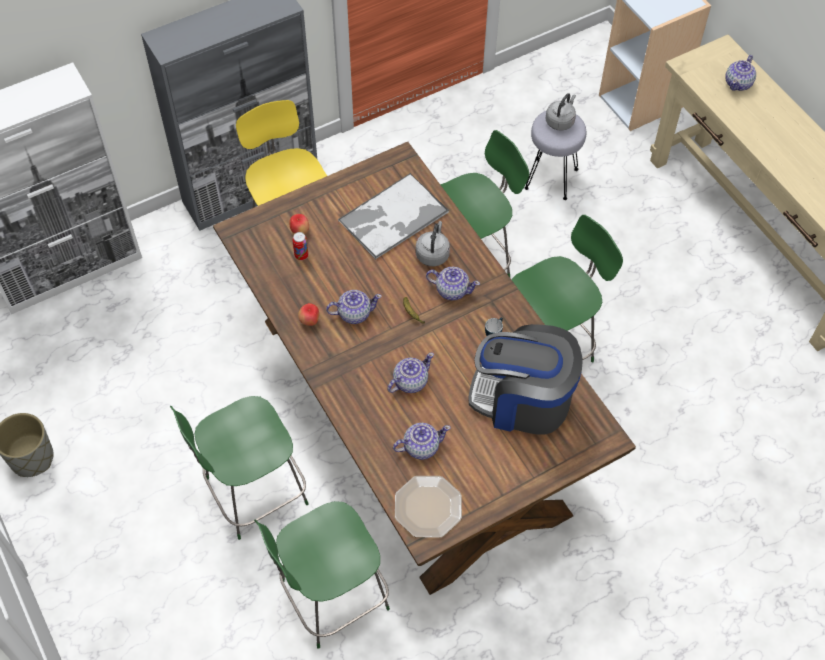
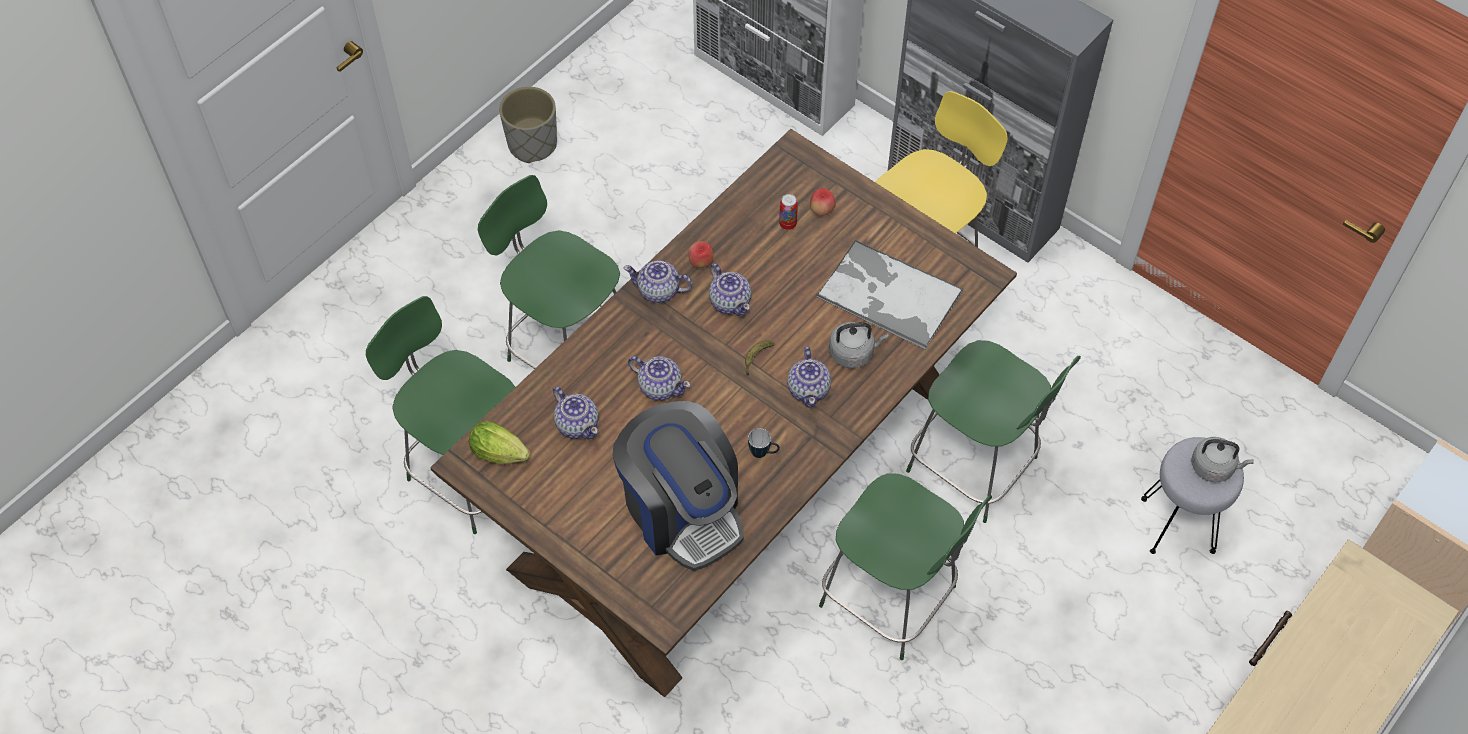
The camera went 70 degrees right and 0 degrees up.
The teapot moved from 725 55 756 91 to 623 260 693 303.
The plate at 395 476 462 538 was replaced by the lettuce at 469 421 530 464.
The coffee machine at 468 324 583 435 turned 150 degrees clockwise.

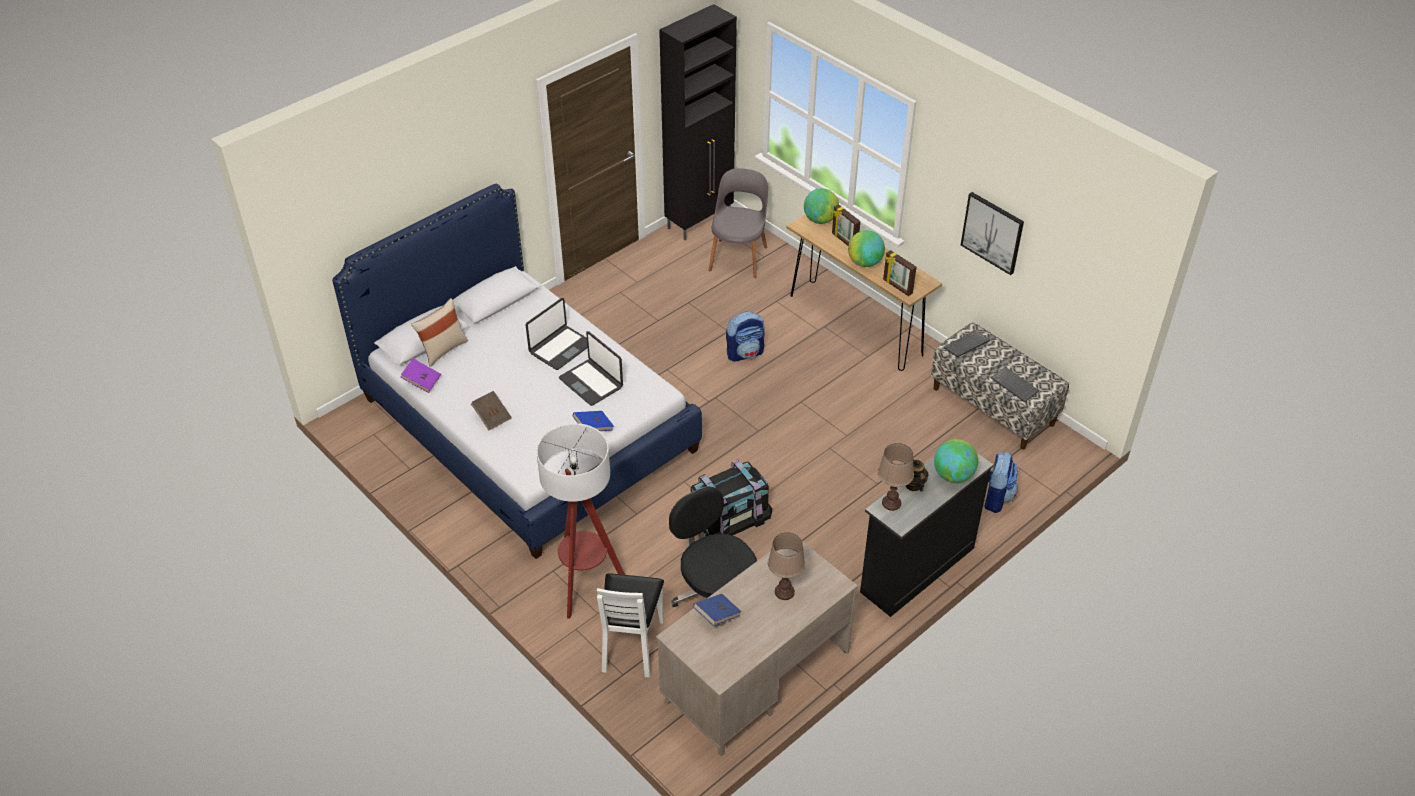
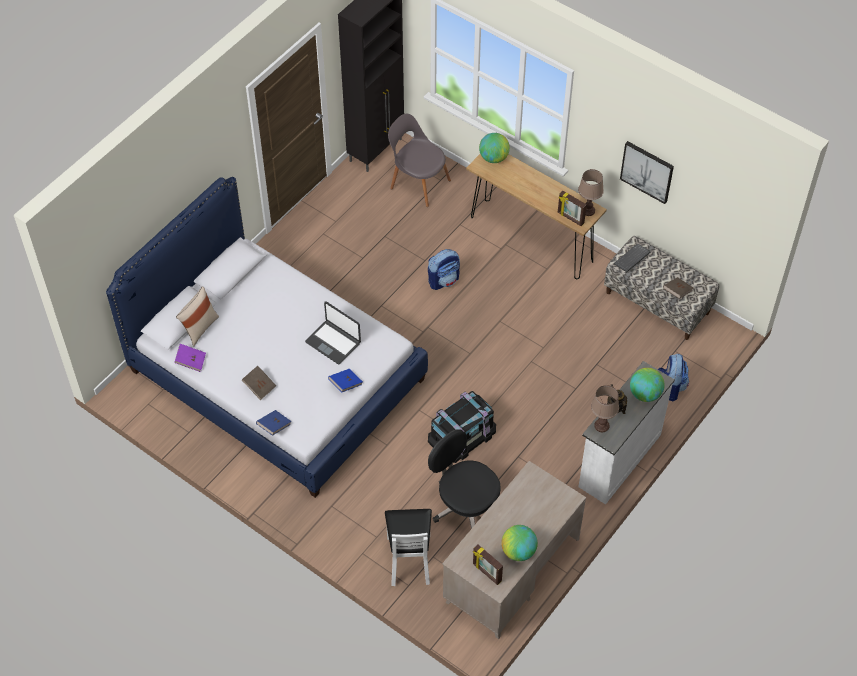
The camera went 10 degrees left and 10 degrees up.
The laptop at 526 298 588 370 disappeared.
The floor lamp at 536 423 625 619 disappeared.
The blue book moved from 693 594 742 626 to 256 410 292 436.
The brown table lamp moved from 768 532 805 600 to 578 169 604 216.
The picture frame moved from 832 205 860 246 to 473 544 503 585.
The globe moved from 848 230 885 267 to 501 525 538 561.
The keyboard at 991 367 1039 402 was replaced by the brown book at 663 277 693 299.
The black dresser at 860 453 994 617 became the white dresser at 578 361 675 504.
The grey chair at 709 168 768 278 turned 60 degrees counterclockwise.

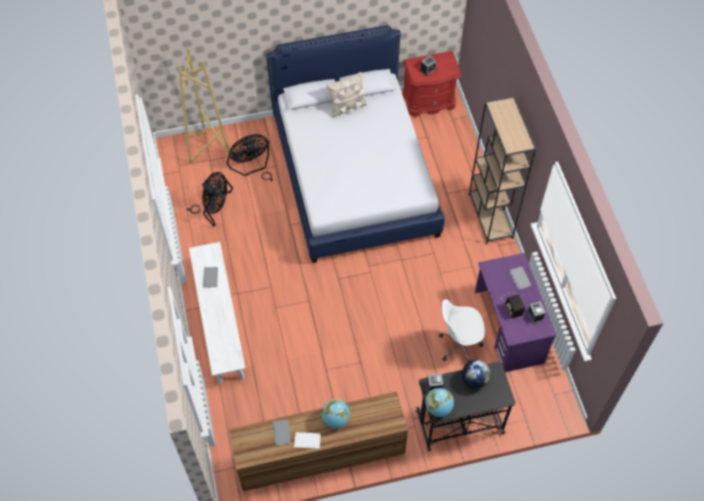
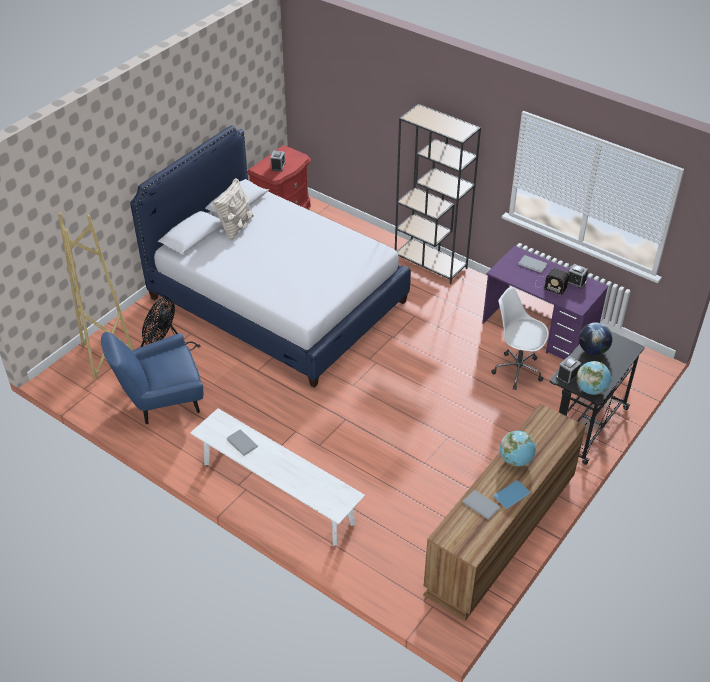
The camera went 40 degrees left and 15 degrees down.
The black fan at 186 172 233 227 was replaced by the blue armchair at 101 332 203 424.
The white book at 294 432 321 449 became the blue book at 493 480 530 509.
The white office chair at 439 299 485 362 turned 75 degrees clockwise.

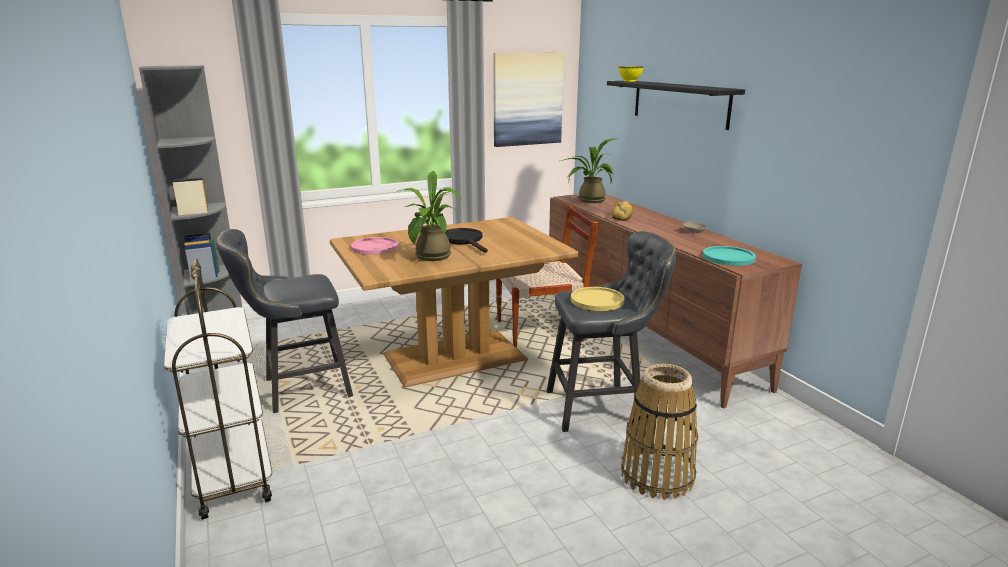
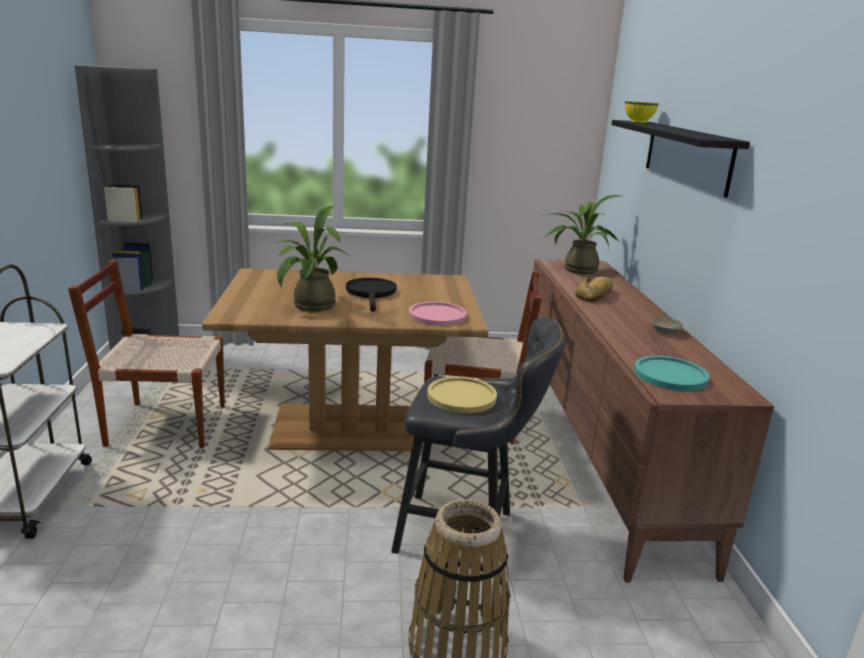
The camera went 20 degrees right and 0 degrees up.
The picture at 493 53 564 147 disappeared.
The pink plate moved from 351 237 399 255 to 409 302 467 326.
The grey stool at 216 229 353 413 was replaced by the chair at 68 260 225 448.

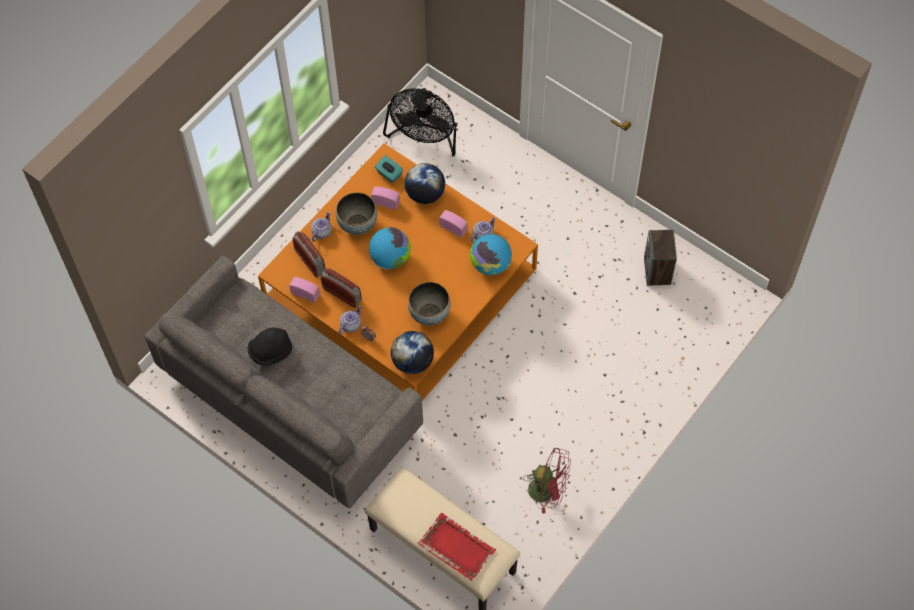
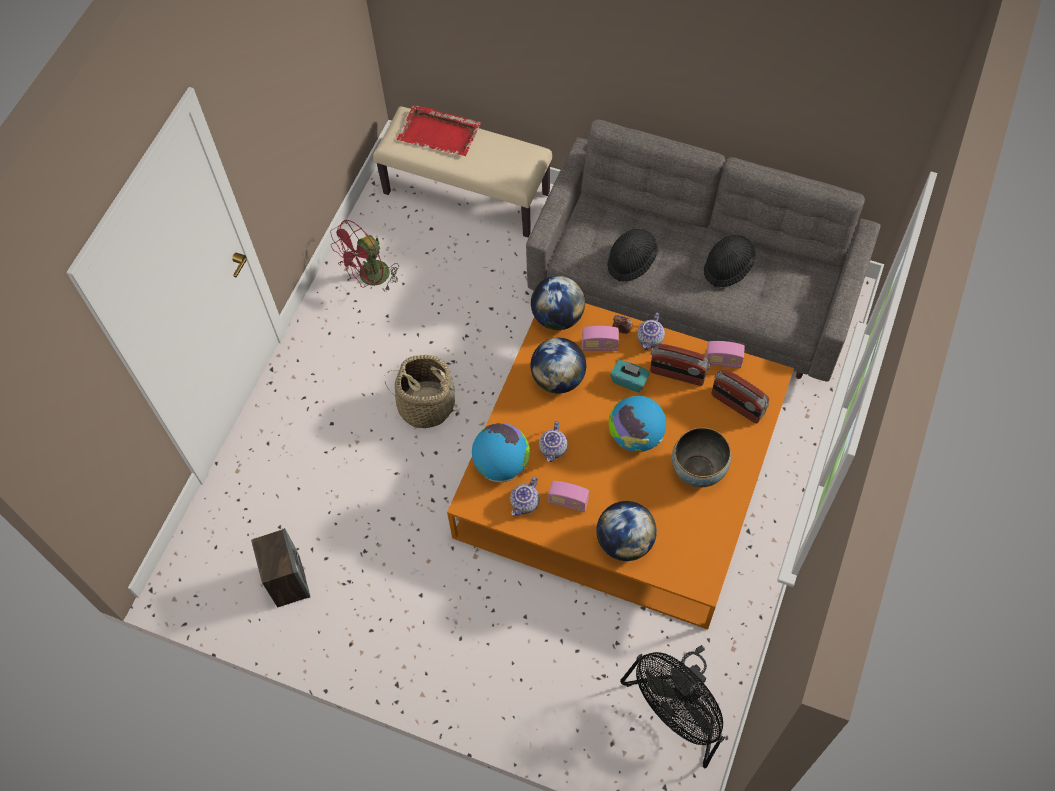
The camera went 165 degrees right and 0 degrees up.
The basket at 385 355 461 428 appeared.
The black hat at 607 229 658 282 appeared.
The teapot moved from 311 211 332 241 to 539 421 568 462.
The radio moved from 371 186 400 210 to 582 326 619 351.
The turquoise tissue box moved from 375 155 403 183 to 610 360 650 392.
The bowl at 408 282 451 326 was replaced by the globe at 530 338 586 394.
The black fan at 383 88 457 157 turned 135 degrees counterclockwise.
The red fan at 523 448 571 513 turned 45 degrees counterclockwise.

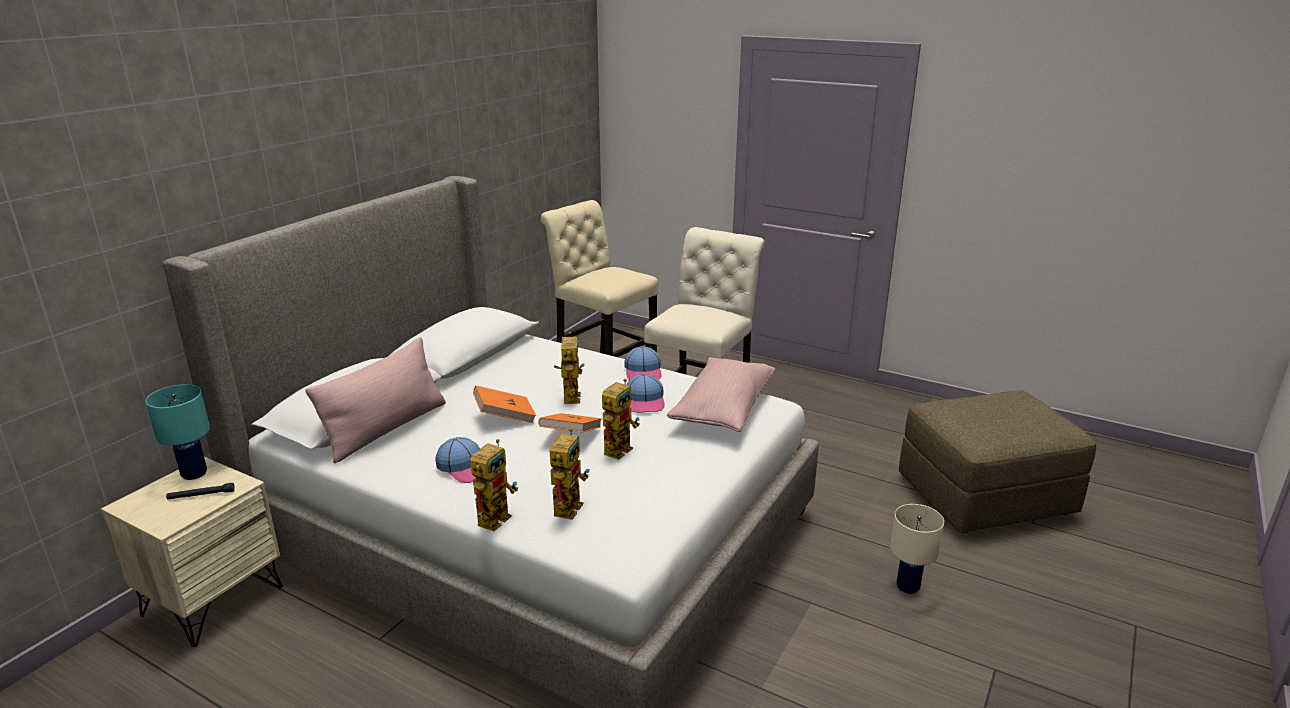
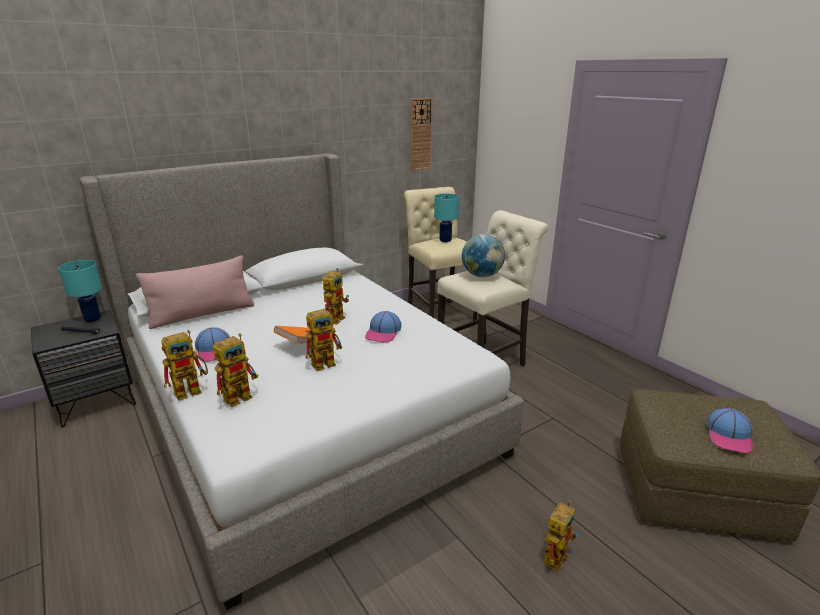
The camera went 25 degrees right and 0 degrees up.
The orange book at 473 386 536 423 disappeared.
The pink pillow at 667 357 775 432 disappeared.
The wall clock at 410 98 433 171 appeared.
The turquoise table lamp at 434 194 459 242 appeared.
The globe at 462 234 505 277 appeared.
The cap moved from 624 346 661 380 to 707 408 753 453.
The beige table lamp at 890 504 944 594 was replaced by the toy robot at 544 500 579 573.
The beige nightstand at 101 457 283 647 became the black nightstand at 31 310 136 428.

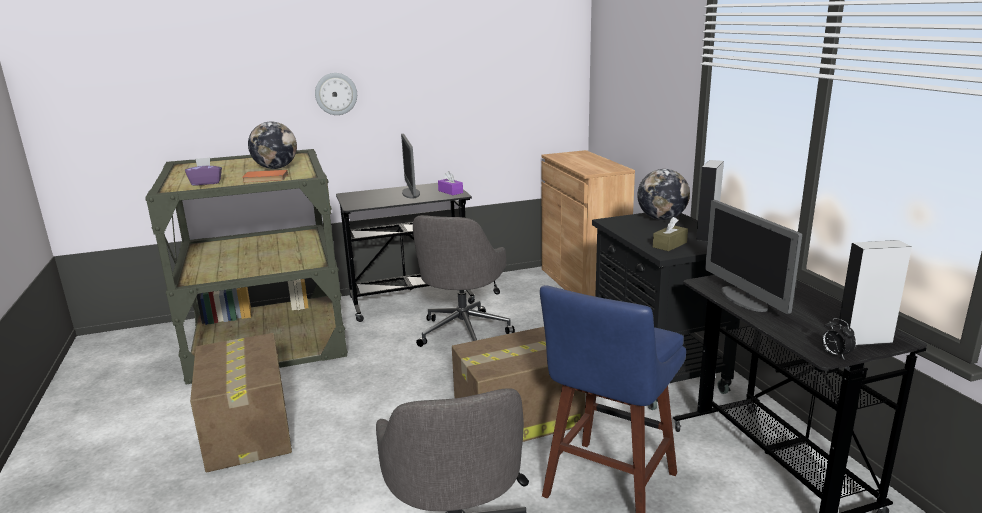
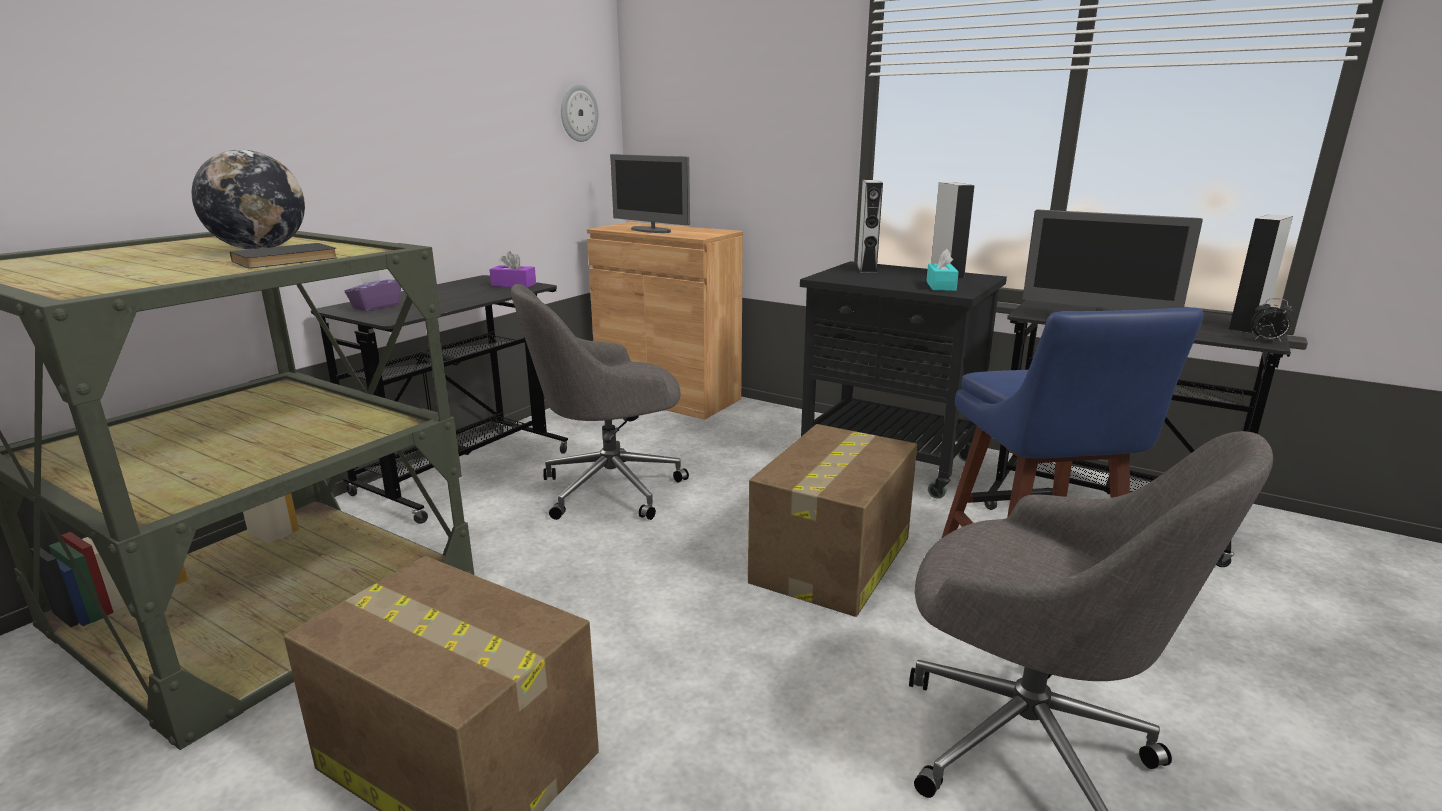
The camera went 40 degrees left and 0 degrees up.
The purple tissue box moved from 185 157 222 186 to 345 271 401 311.
The wall clock moved from 315 73 357 115 to 561 84 598 142.
The monitor moved from 401 134 420 199 to 610 154 690 233.
The globe at 637 169 690 220 was replaced by the grey speaker at 857 180 883 273.
The orange book at 242 170 288 182 became the black book at 230 243 338 268.
The brown tissue box at 653 217 688 251 became the turquoise tissue box at 926 249 959 291.
The grey office chair at 413 215 515 347 turned 90 degrees clockwise.

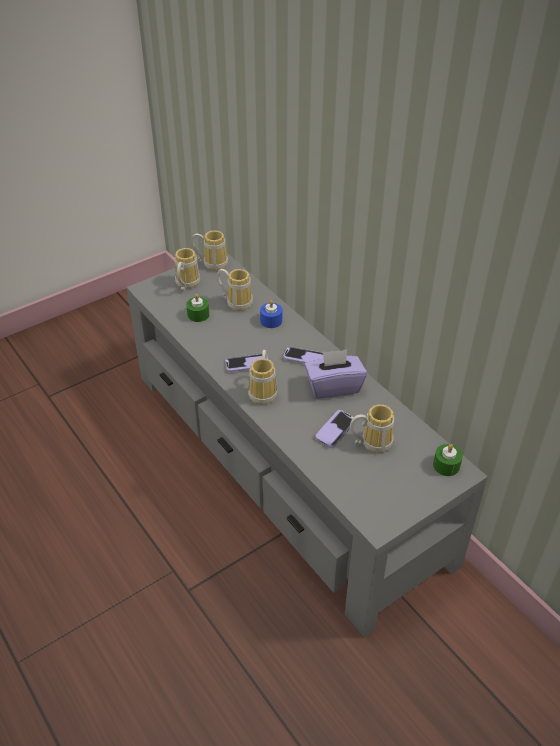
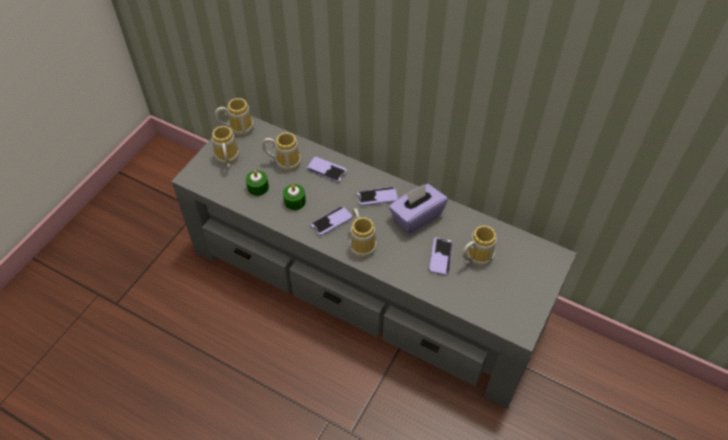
The camera went 25 degrees left and 10 degrees up.
The green candle moved from 433 444 463 476 to 283 184 306 210.
The blue candle at 260 300 282 328 was replaced by the phone at 307 157 347 183.

